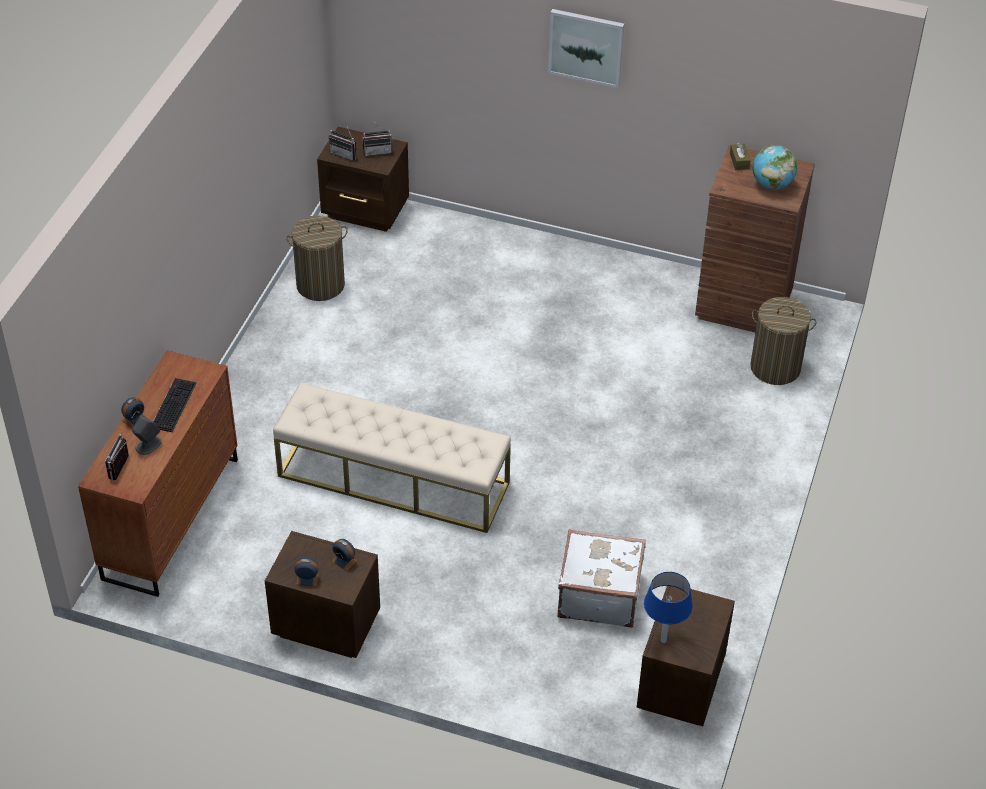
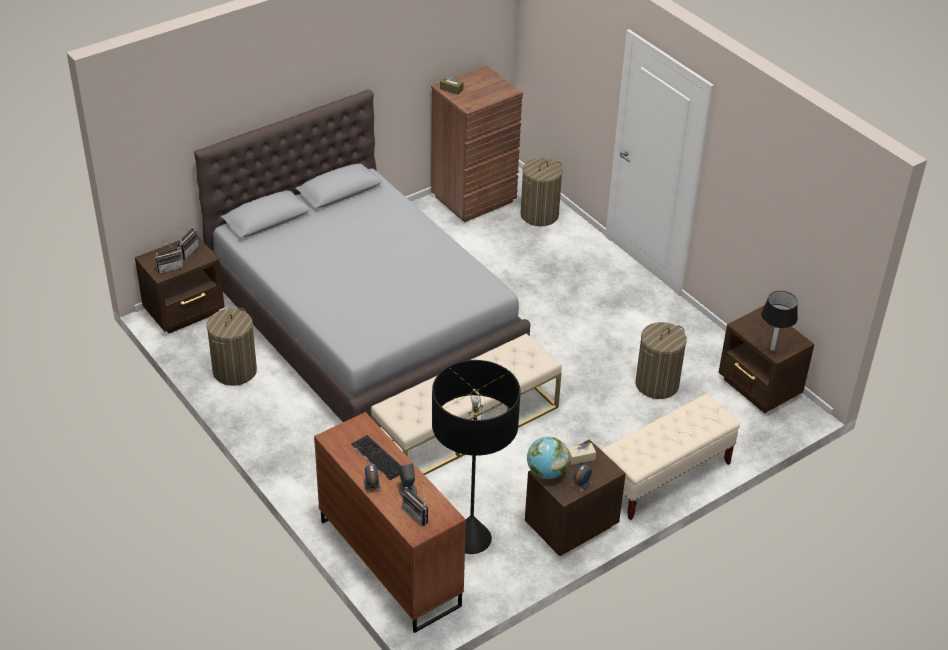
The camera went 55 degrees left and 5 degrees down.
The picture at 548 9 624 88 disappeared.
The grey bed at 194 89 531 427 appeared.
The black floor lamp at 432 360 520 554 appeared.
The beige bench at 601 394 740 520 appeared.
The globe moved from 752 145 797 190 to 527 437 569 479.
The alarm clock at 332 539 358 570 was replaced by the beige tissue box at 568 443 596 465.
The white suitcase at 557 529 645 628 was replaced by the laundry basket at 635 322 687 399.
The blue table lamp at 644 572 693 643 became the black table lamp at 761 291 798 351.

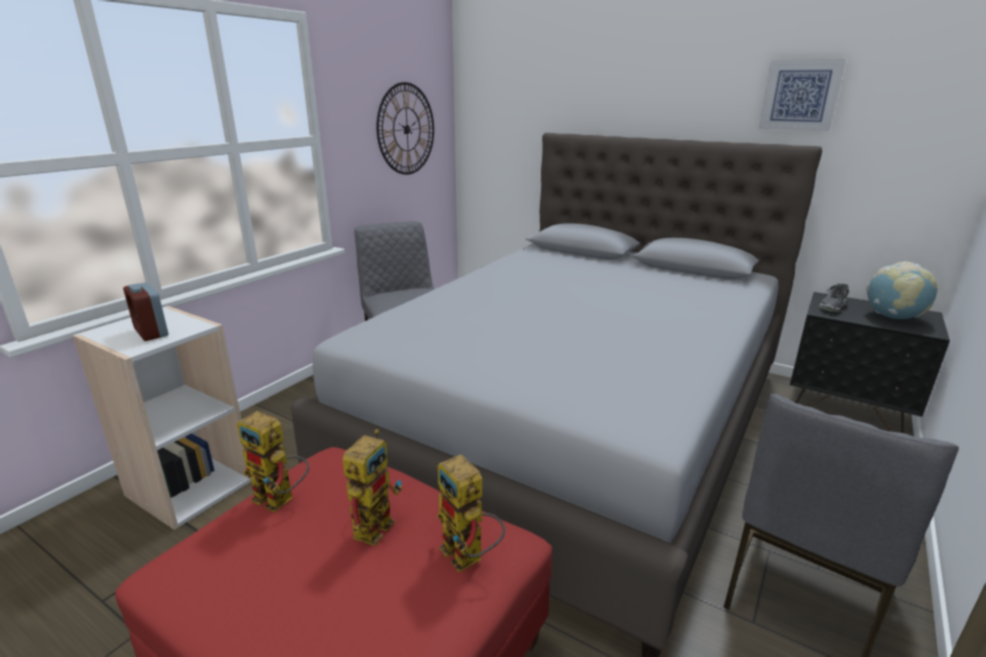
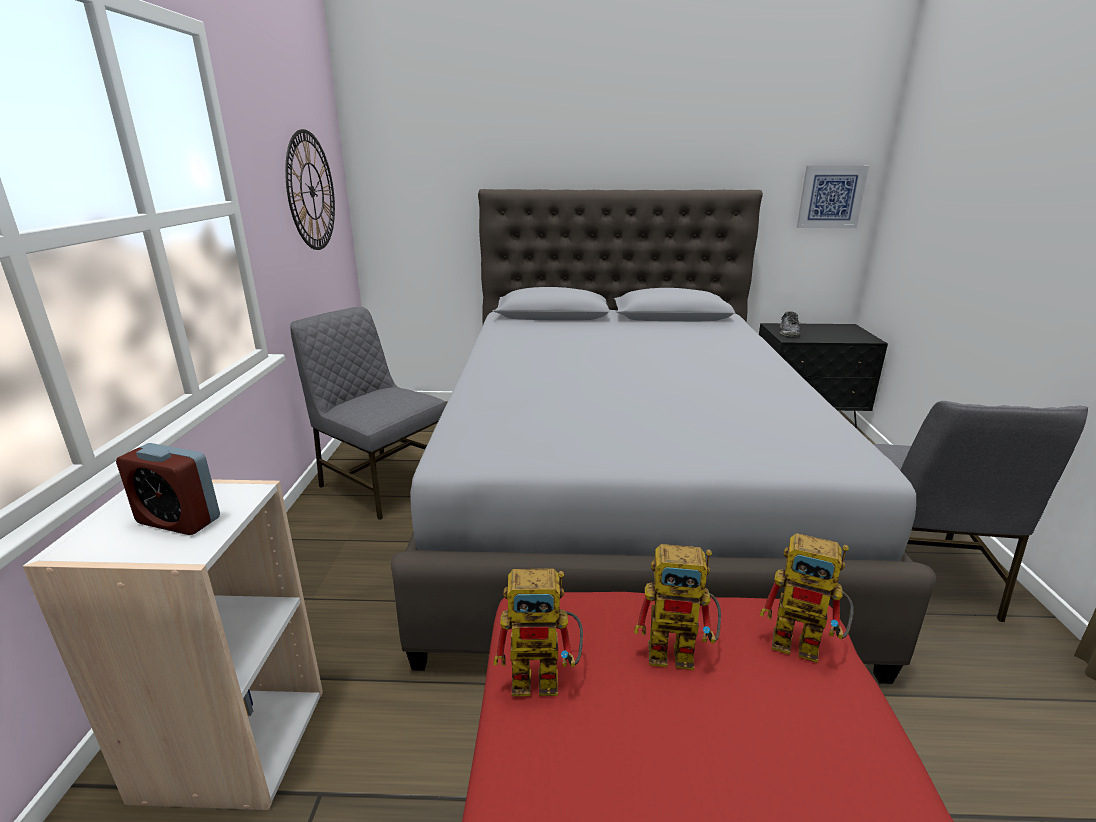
The camera went 30 degrees left and 0 degrees up.
The globe at 866 262 938 319 disappeared.
The picture moved from 759 59 846 131 to 797 166 869 228.
The toy robot at 343 429 402 546 turned 105 degrees clockwise.

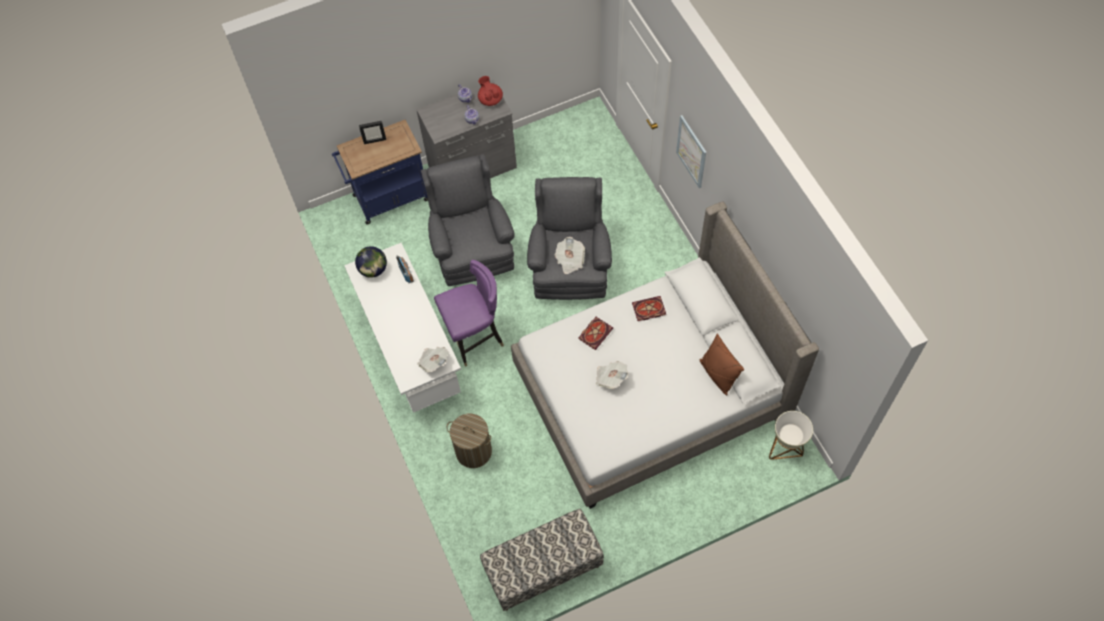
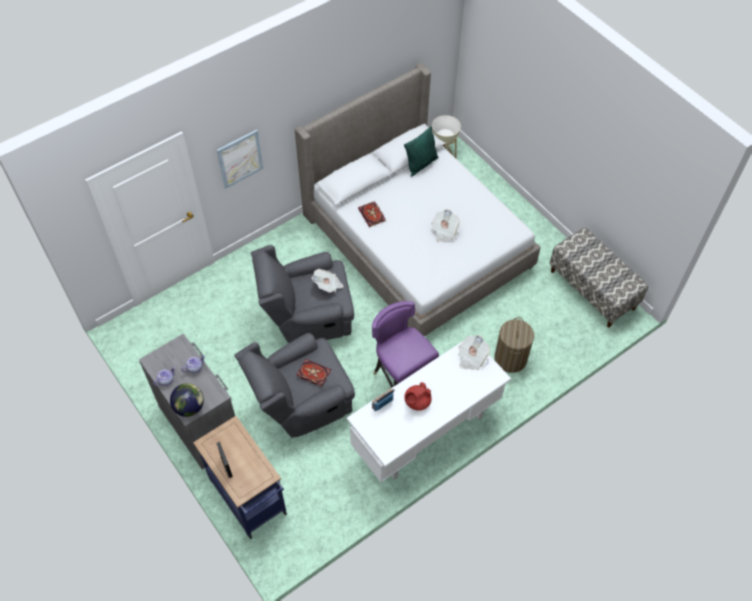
The camera went 105 degrees left and 5 degrees down.
The globe moved from 355 246 387 278 to 170 383 204 417.
The red teapot moved from 478 76 503 106 to 404 382 432 411.
The book moved from 579 317 613 350 to 297 359 331 386.
The brown pillow at 700 333 744 395 became the green pillow at 404 126 438 177.

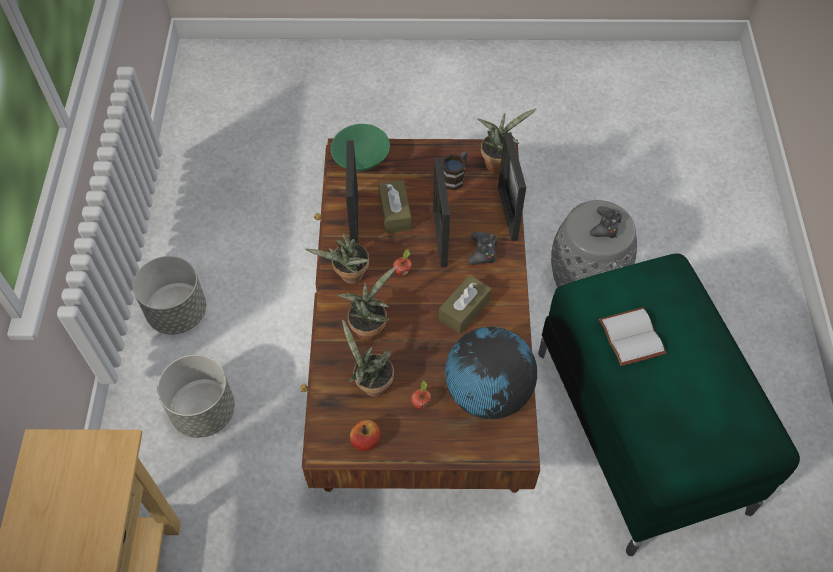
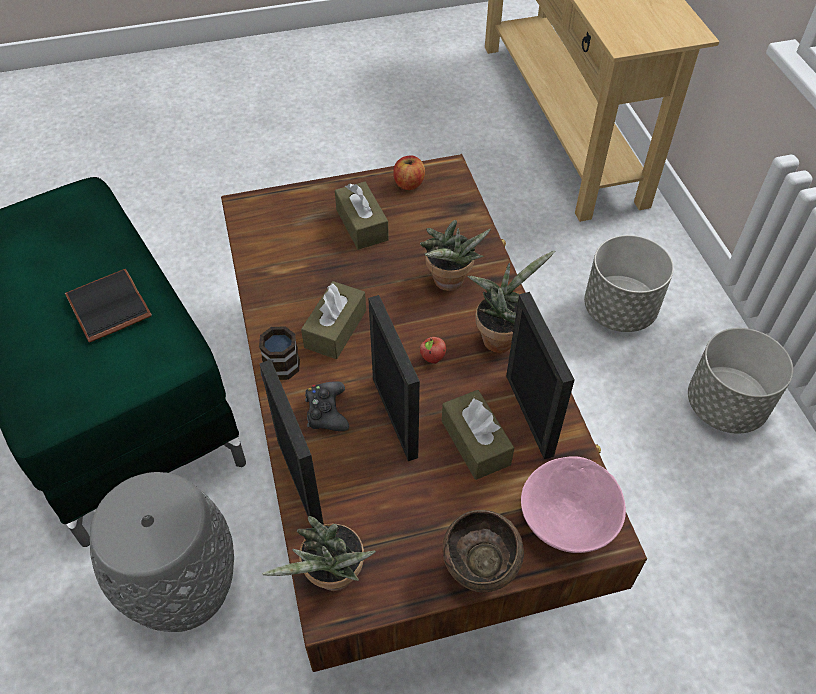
The camera went 165 degrees right and 5 degrees down.
The potted plant at 342 320 394 397 disappeared.
The globe at 445 327 537 419 disappeared.
The black game controller at 590 207 622 238 disappeared.
The brown bowl at 442 510 524 593 appeared.
The mug moved from 442 151 468 190 to 259 326 300 382.
The apple at 411 380 431 409 was replaced by the brown tissue box at 335 182 389 250.
The green bowl at 331 124 390 171 became the pink bowl at 521 456 626 553.
The white book at 599 307 666 366 became the black book at 65 269 152 343.

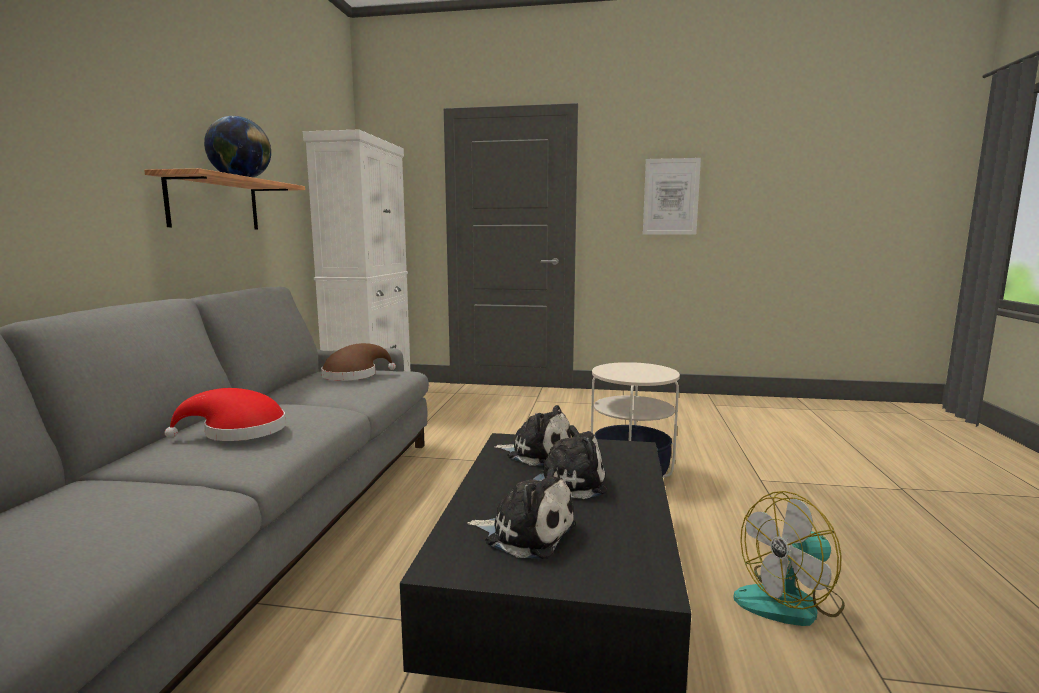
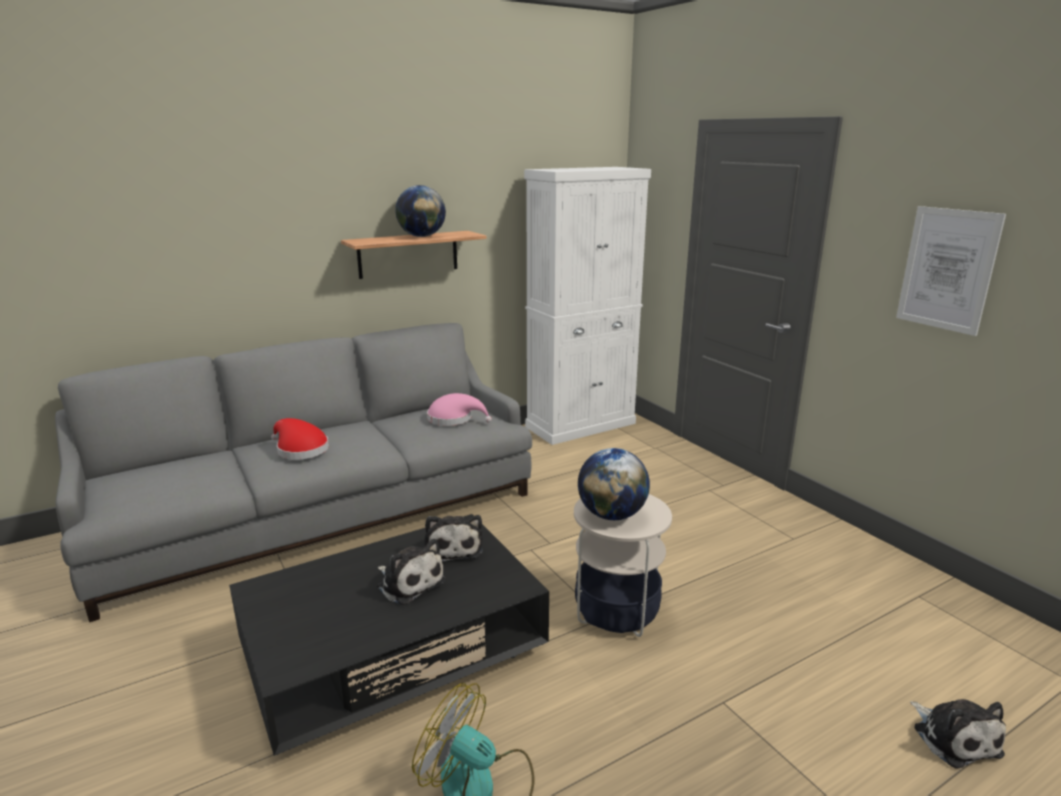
The camera went 50 degrees right and 10 degrees up.
The globe at 578 448 650 520 appeared.
The plush toy moved from 467 465 576 559 to 910 699 1006 768.
The brown hat at 321 343 396 381 became the pink hat at 427 393 492 426.

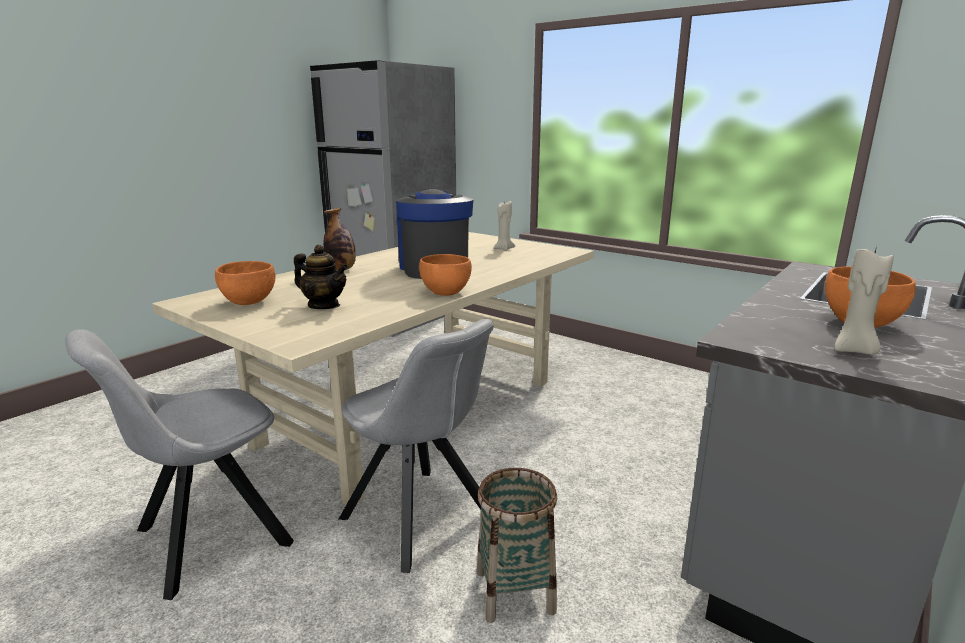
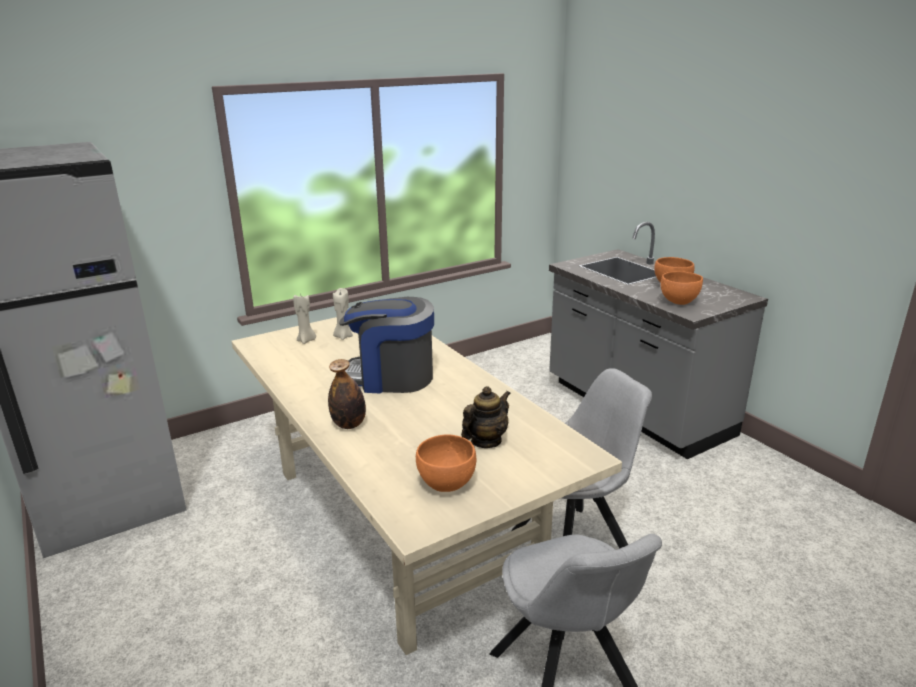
The camera went 70 degrees left and 5 degrees up.
The basket at 477 468 557 623 disappeared.
The orange bowl moved from 419 254 472 296 to 661 271 703 305.
The beige candle moved from 834 246 894 355 to 293 292 316 344.

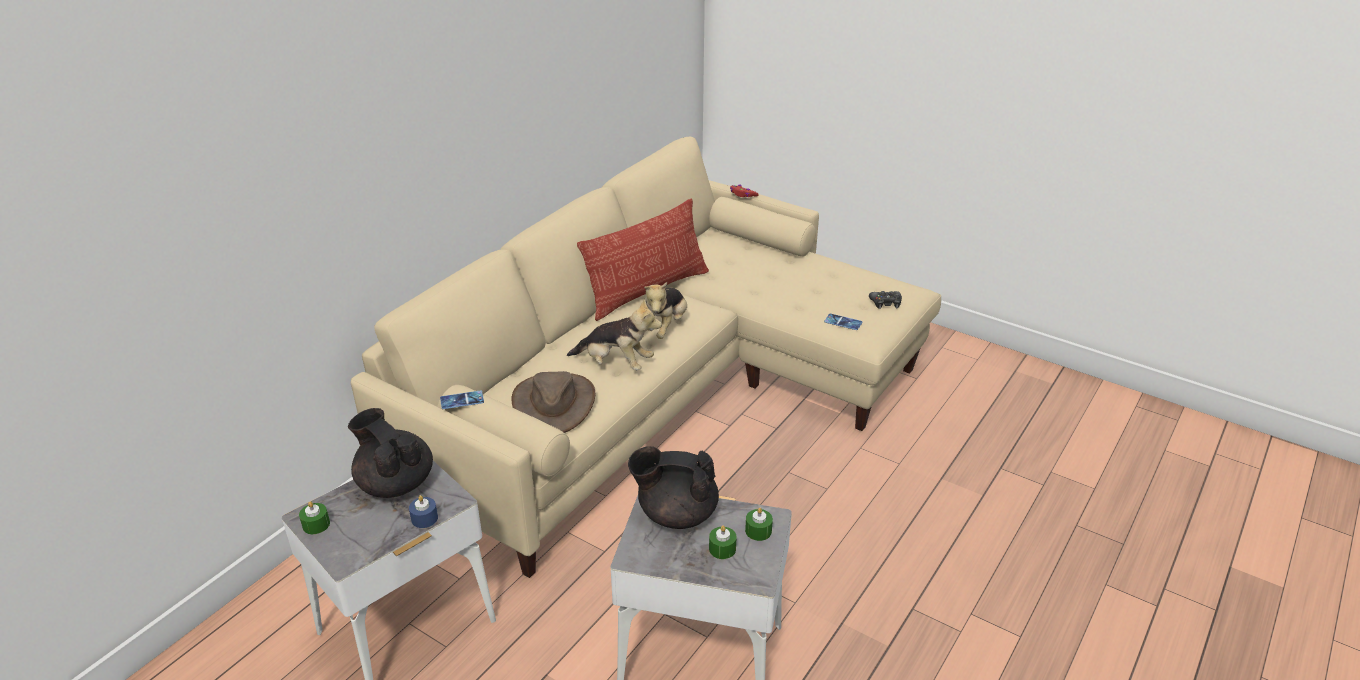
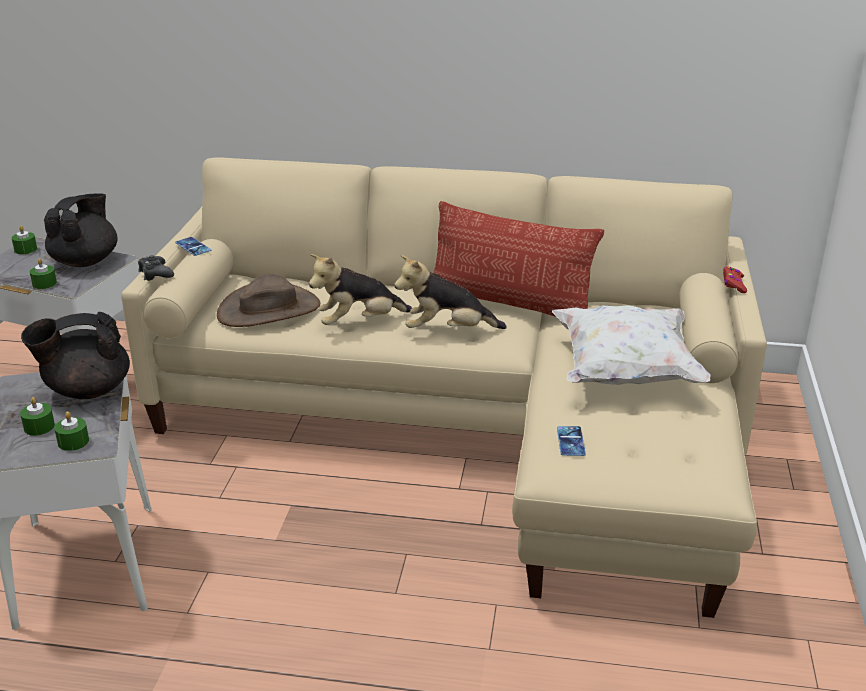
The camera went 65 degrees right and 5 degrees down.
The white pillow at 552 305 711 385 appeared.
The black game controller moved from 869 291 902 309 to 138 255 174 281.
The blue candle at 409 495 438 528 became the green candle at 30 258 57 289.
The plush toy at 567 299 662 370 turned 75 degrees clockwise.
The black teapot at 628 446 719 529 turned 90 degrees counterclockwise.

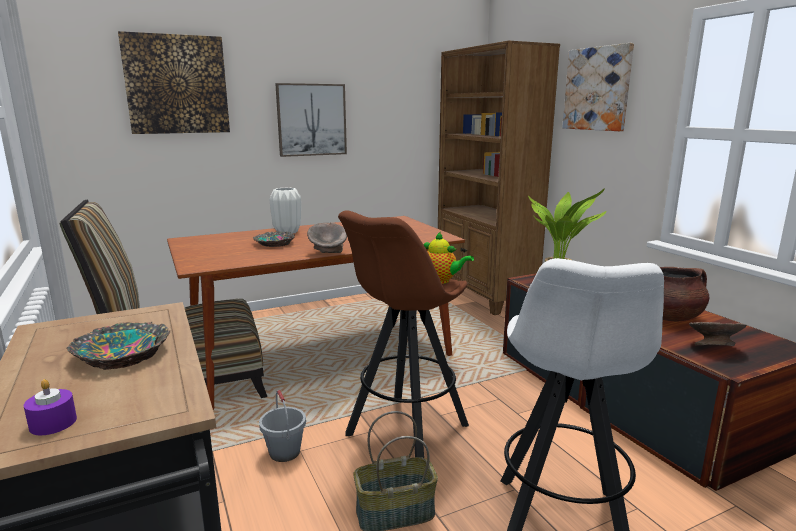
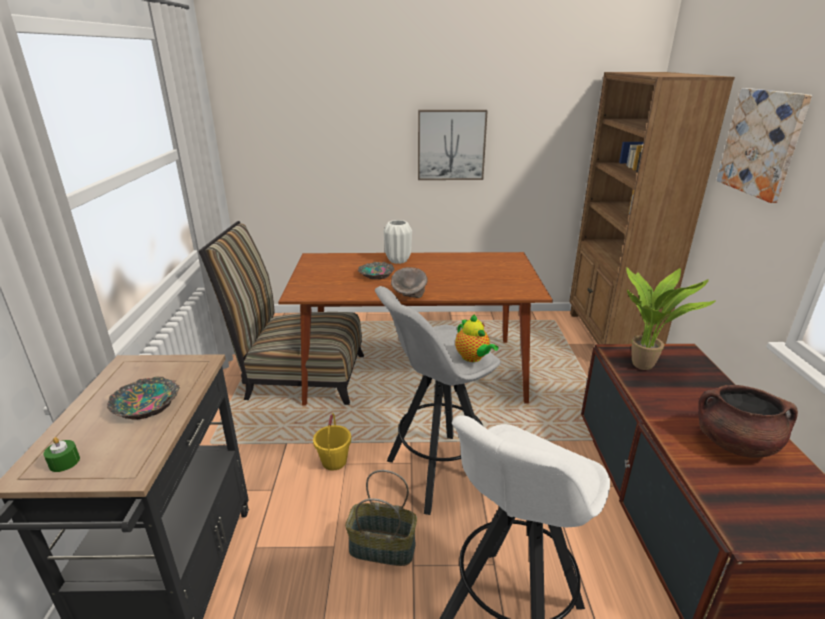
The camera went 25 degrees right and 10 degrees up.
The picture at 118 31 230 134 disappeared.
The grey bowl at 689 322 746 346 disappeared.
The purple candle at 24 379 77 435 became the green candle at 44 437 80 472.
The grey bucket at 259 390 306 462 became the yellow bucket at 313 413 351 471.
The brown stool at 338 210 469 458 became the grey stool at 375 286 501 515.

